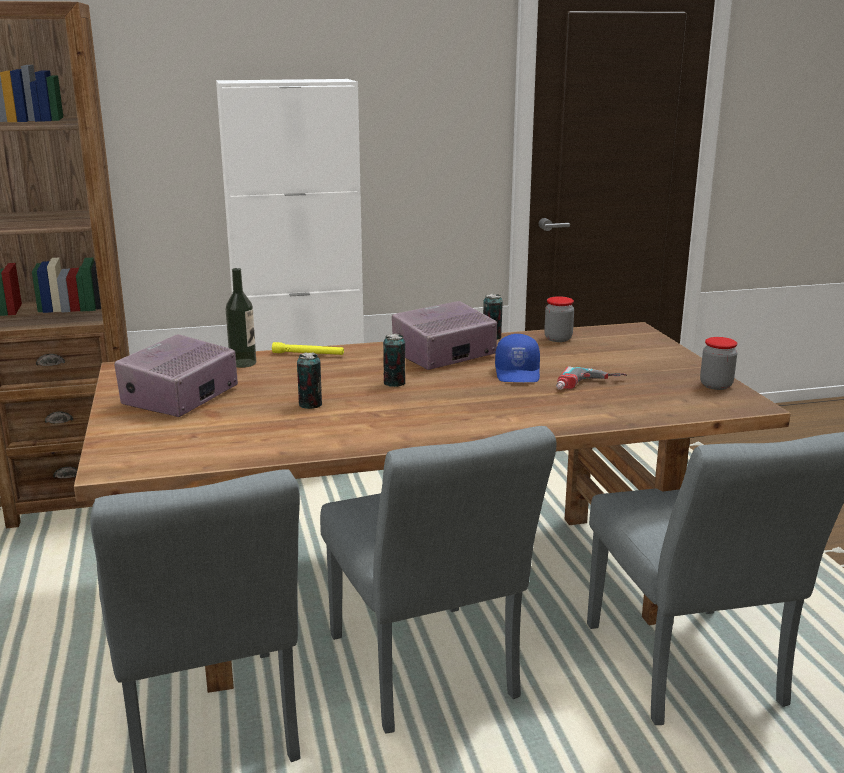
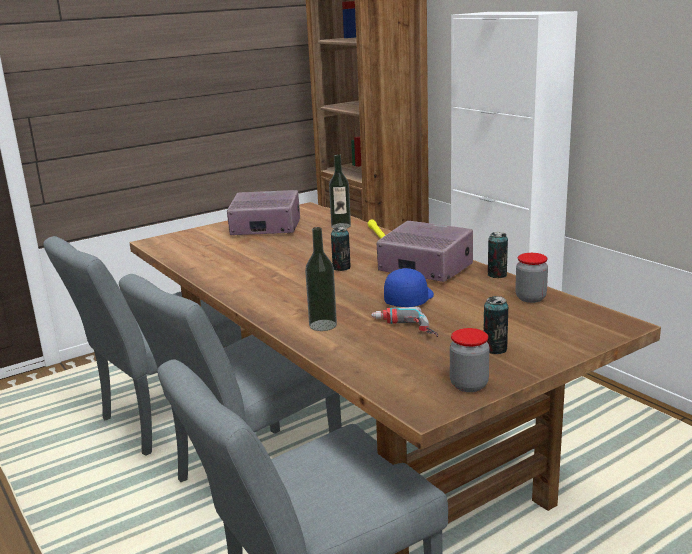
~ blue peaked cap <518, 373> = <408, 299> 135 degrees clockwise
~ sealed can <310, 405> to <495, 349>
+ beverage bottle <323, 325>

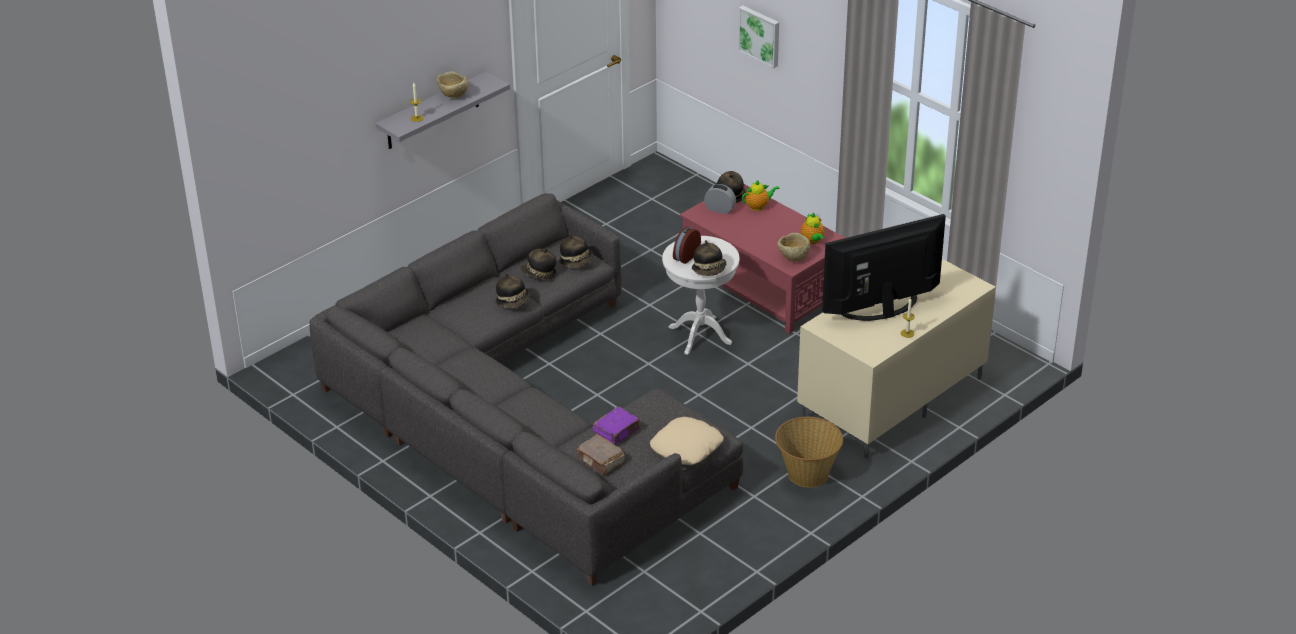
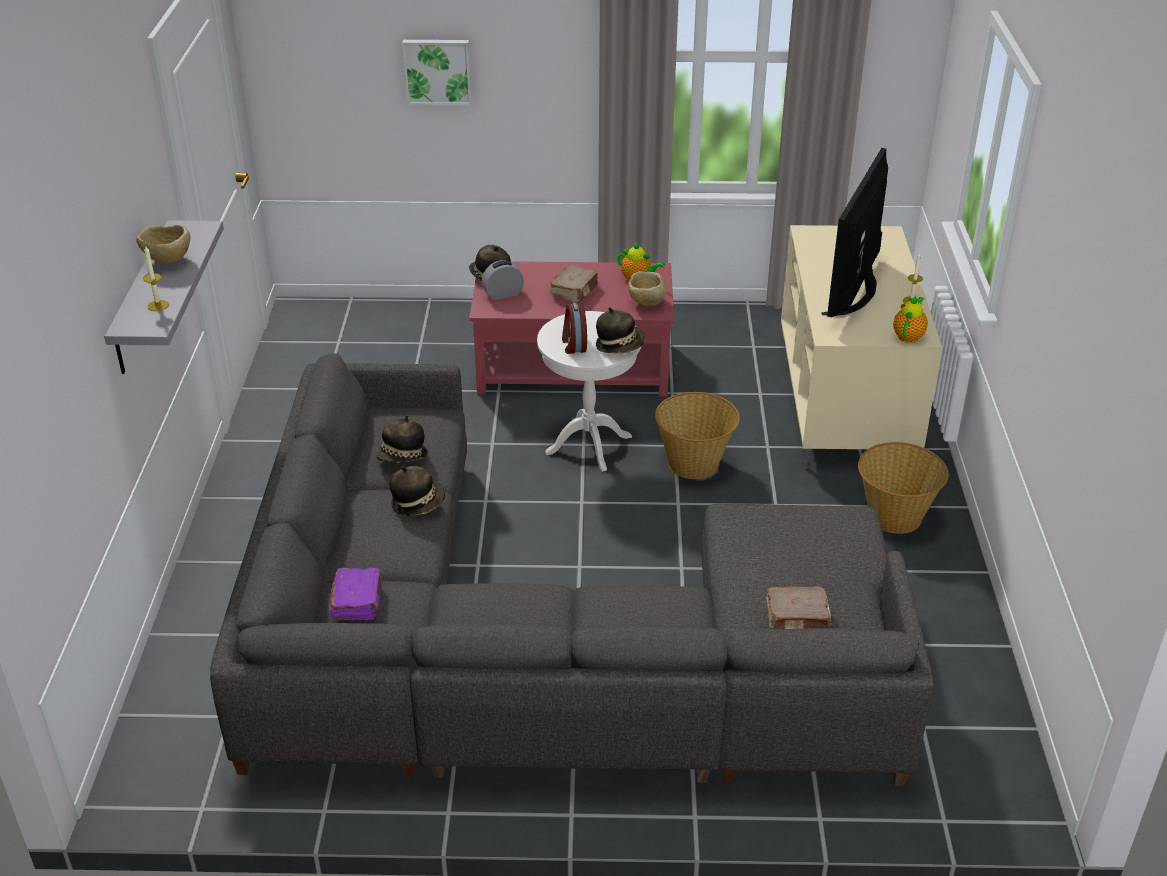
~ teapot <758, 206> to <909, 336>
- wearable hat <576, 261>
~ purple-coloured bound book <617, 432> to <358, 602>
- beige-coloured throw pillow <686, 447>
+ brown bound book <574, 291>
+ storage basket <694, 463>

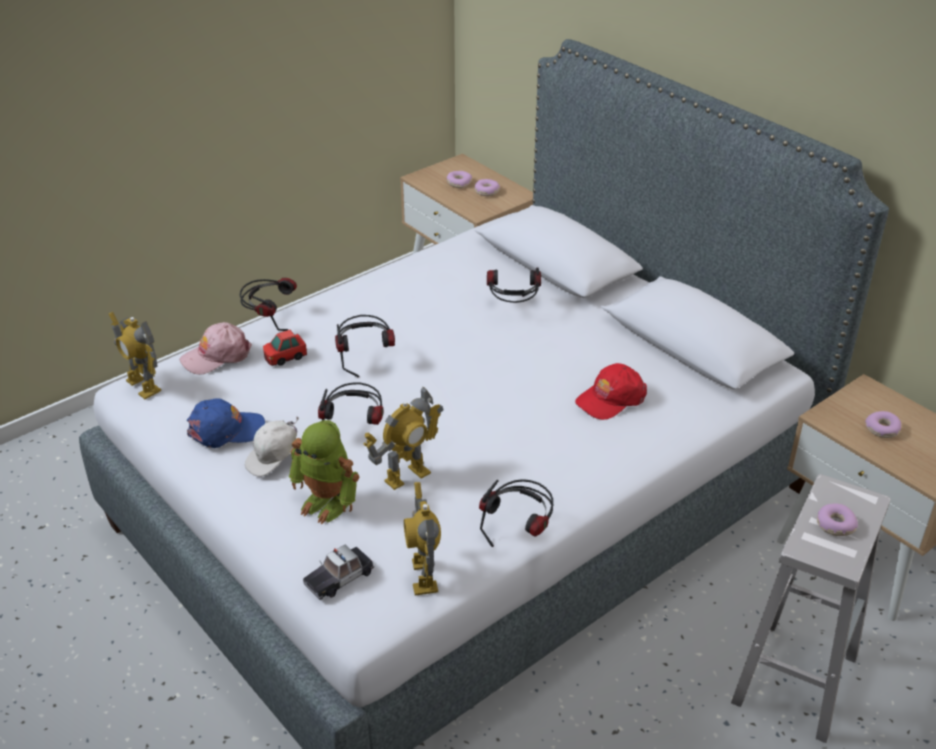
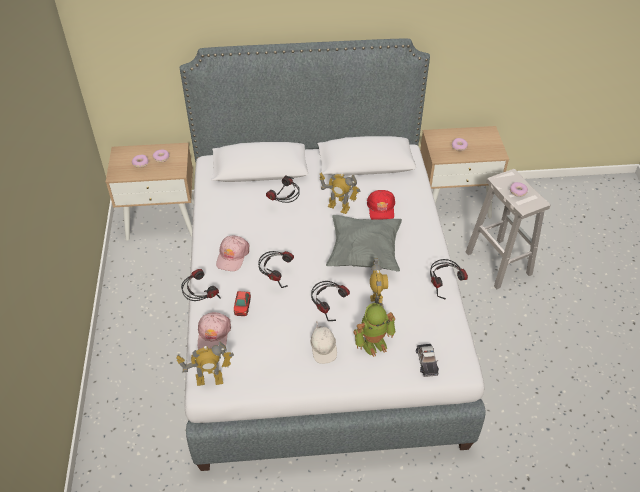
- blue peaked cap <226, 430>
~ robot figure <424, 576> to <338, 207>
+ greyish throw pillow <364, 253>
+ pink peaked cap <232, 256>

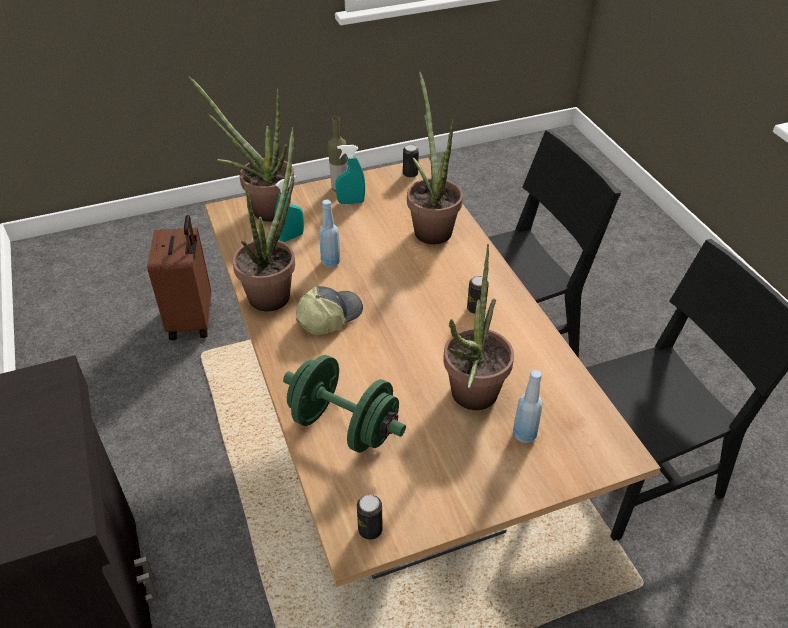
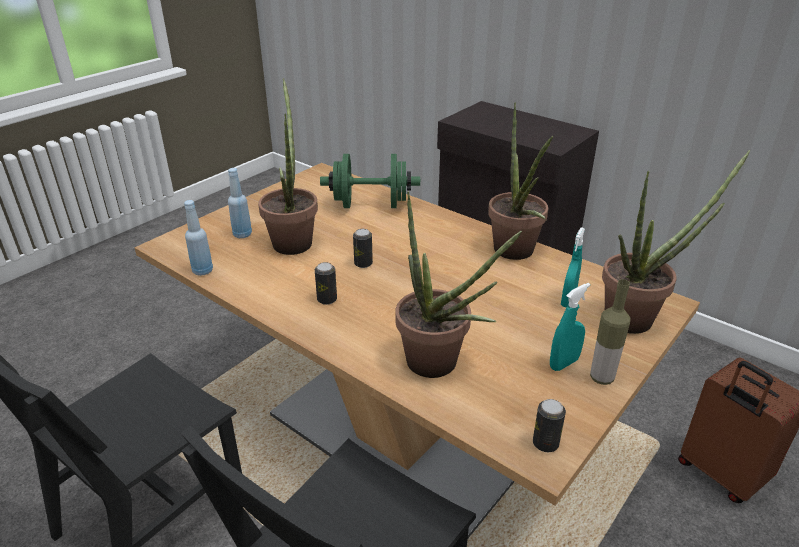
~ blue beverage bottle <330, 261> to <202, 271>
- peaked cap <328, 316>
~ sealed can <370, 529> to <363, 263>

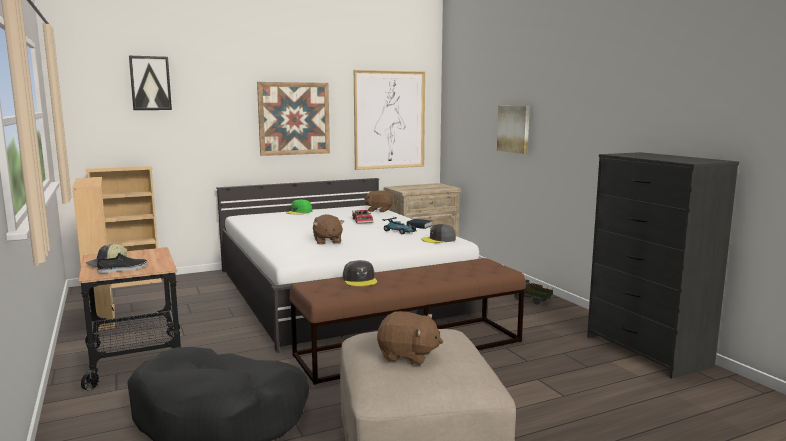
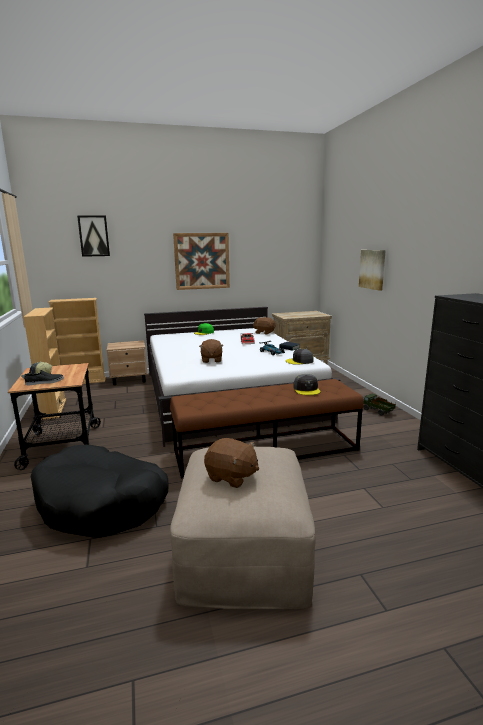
- wall art <389, 120>
~ greyish peaked cap <360, 280> to <306, 389>
+ beige-coloured bedside table <130, 380>

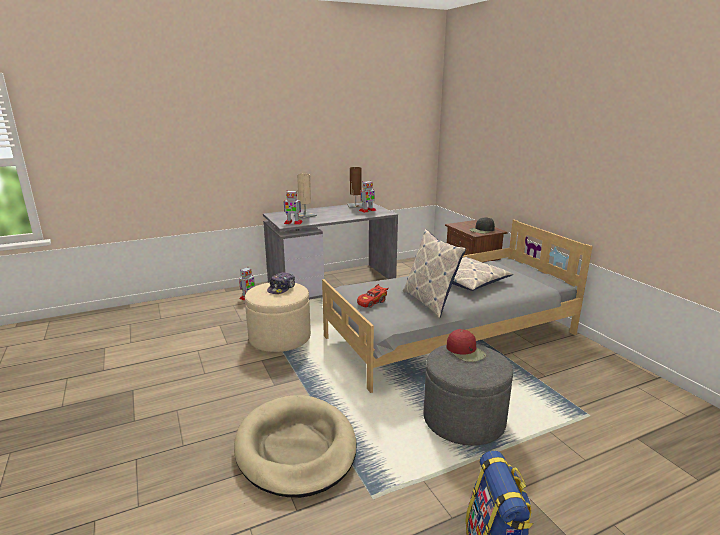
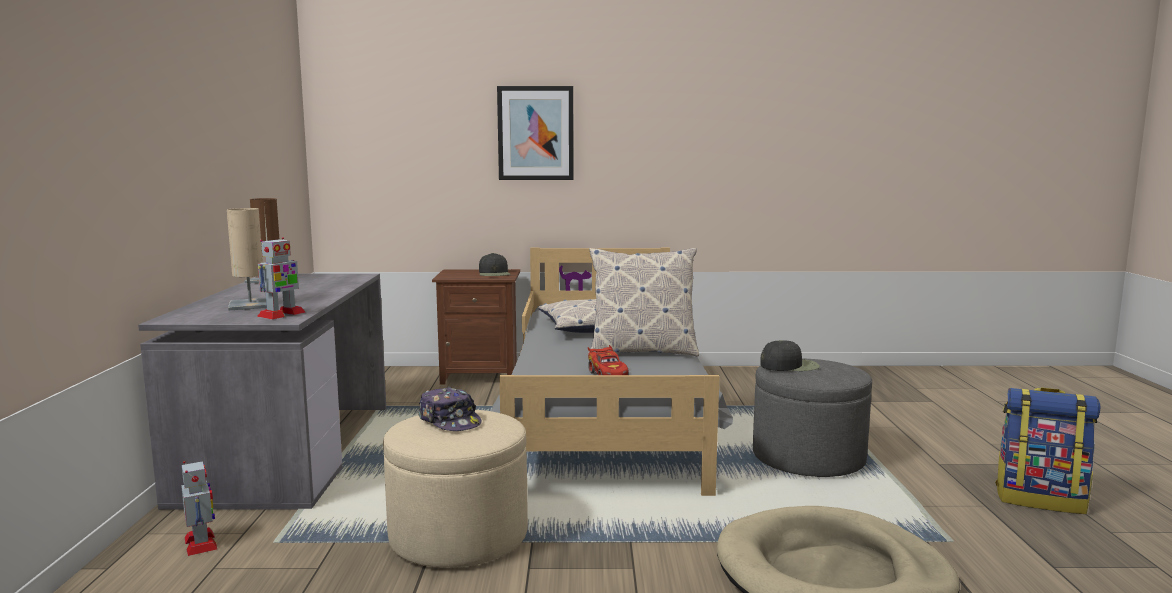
- robot figure <367, 210>
~ reddish peaked cap <465, 351> to black-coloured peaked cap <790, 365>
+ wall art <535, 133>

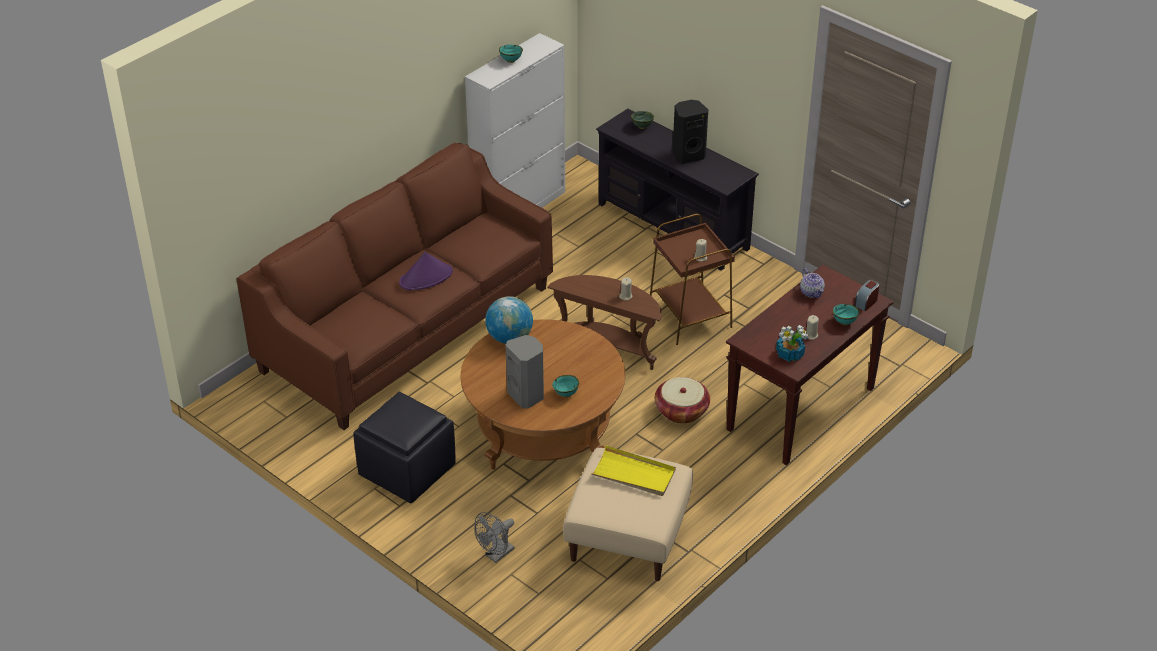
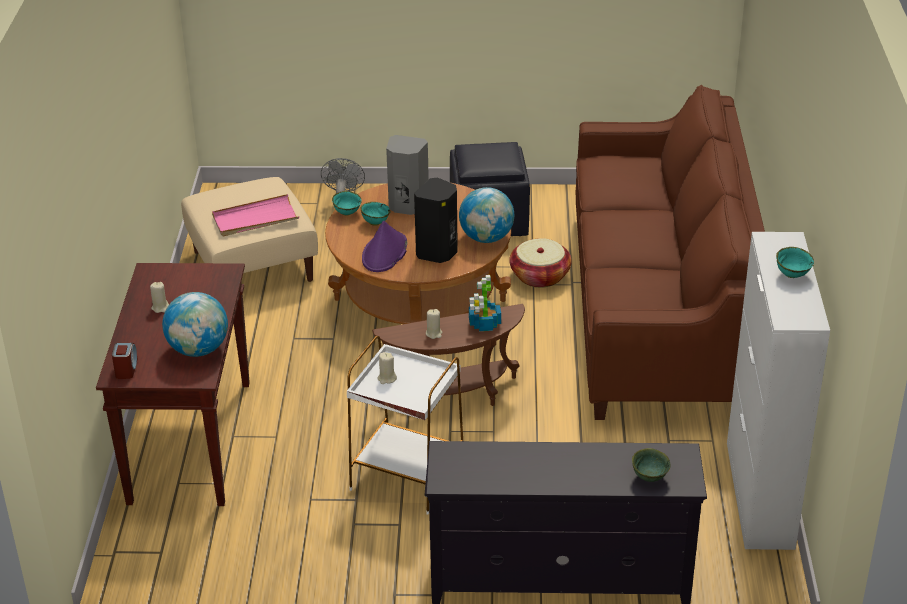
~ black-coloured speaker <688, 155> to <438, 253>
~ brown end table <690, 317> to white-coloured end table <408, 475>
~ purple-coloured wearable hat <426, 277> to <384, 253>
~ teapot <812, 292> to world globe <198, 350>
~ turquoise deep dish <844, 322> to <347, 213>
~ plant in a pot <790, 354> to <484, 324>
~ storage basket <681, 411> to <540, 276>
~ yellowish serving tray <633, 474> to pink serving tray <255, 219>

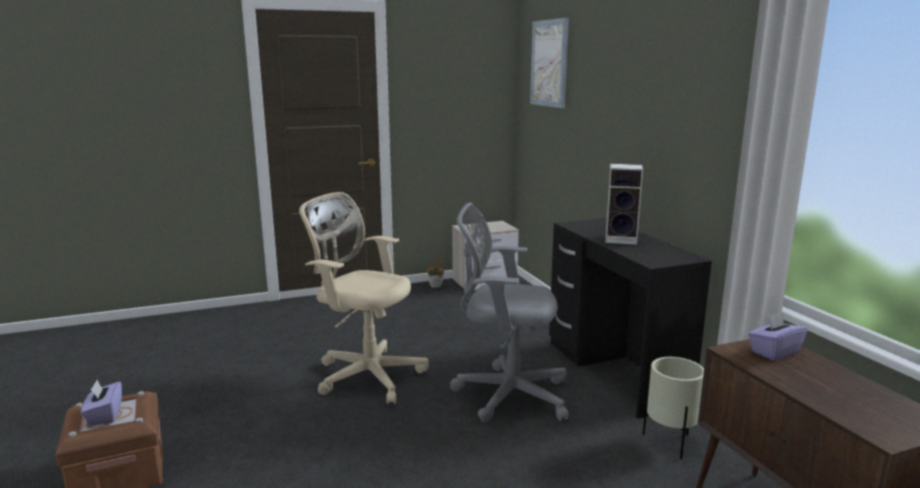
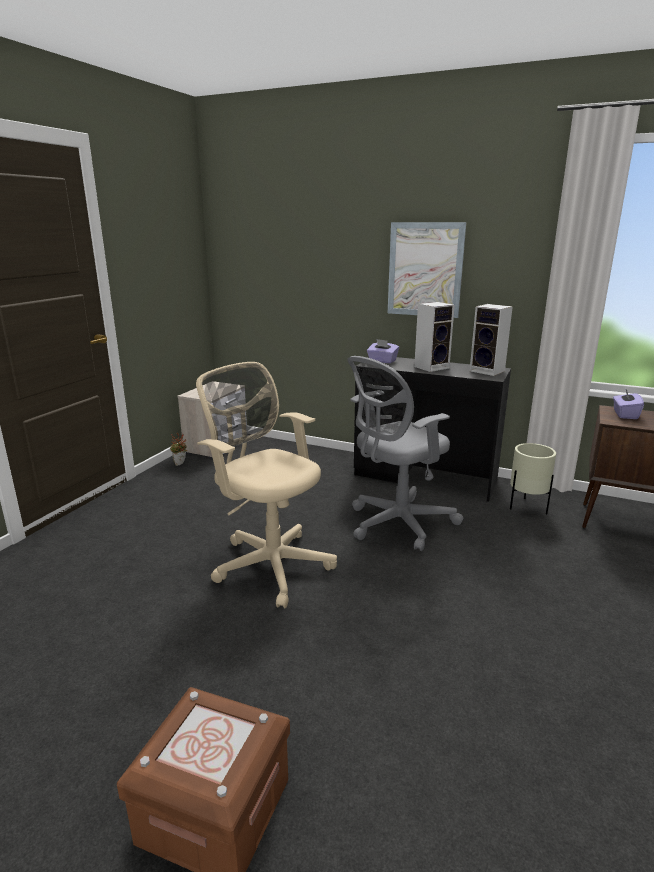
~ wall art <549, 63> to <425, 270>
~ beige-coloured office chair <366, 375> = <270, 563> 60 degrees clockwise
~ purple-coloured tissue holder <104, 415> to <382, 361>
+ speaker <488, 371>

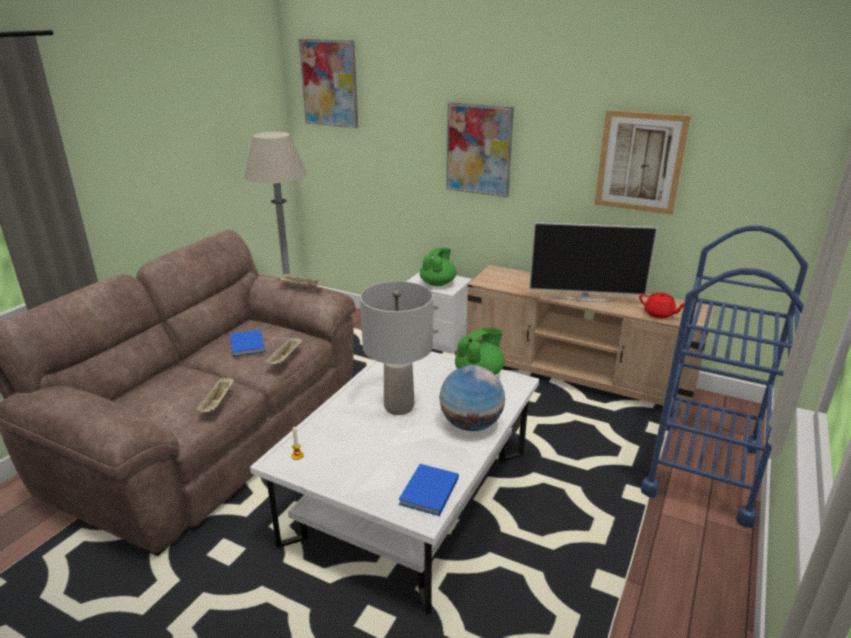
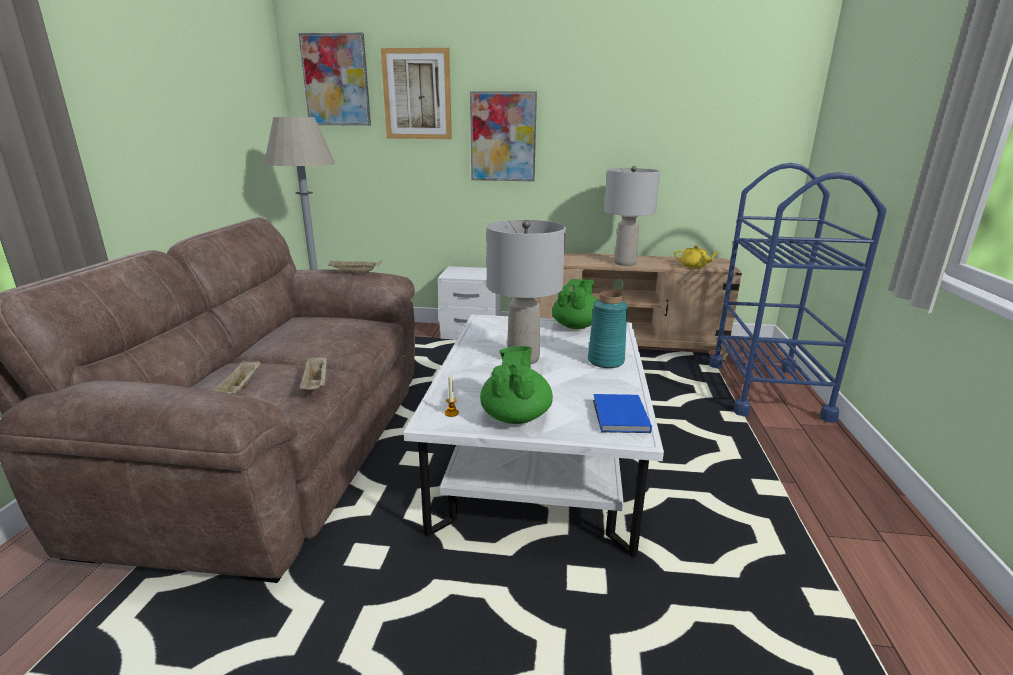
~ wall art <640, 162> to <417, 94>
~ television <585, 299> to greyish tabletop lamp <625, 263>
~ greenish teapot <438, 283> to <515, 416>
~ reddish teapot <659, 314> to yellowish teapot <694, 266>
- blue bound book <248, 344>
~ beige-coloured serving tray <285, 359> to <240, 390>
~ world globe <470, 424> to turquoise vase <605, 361>

